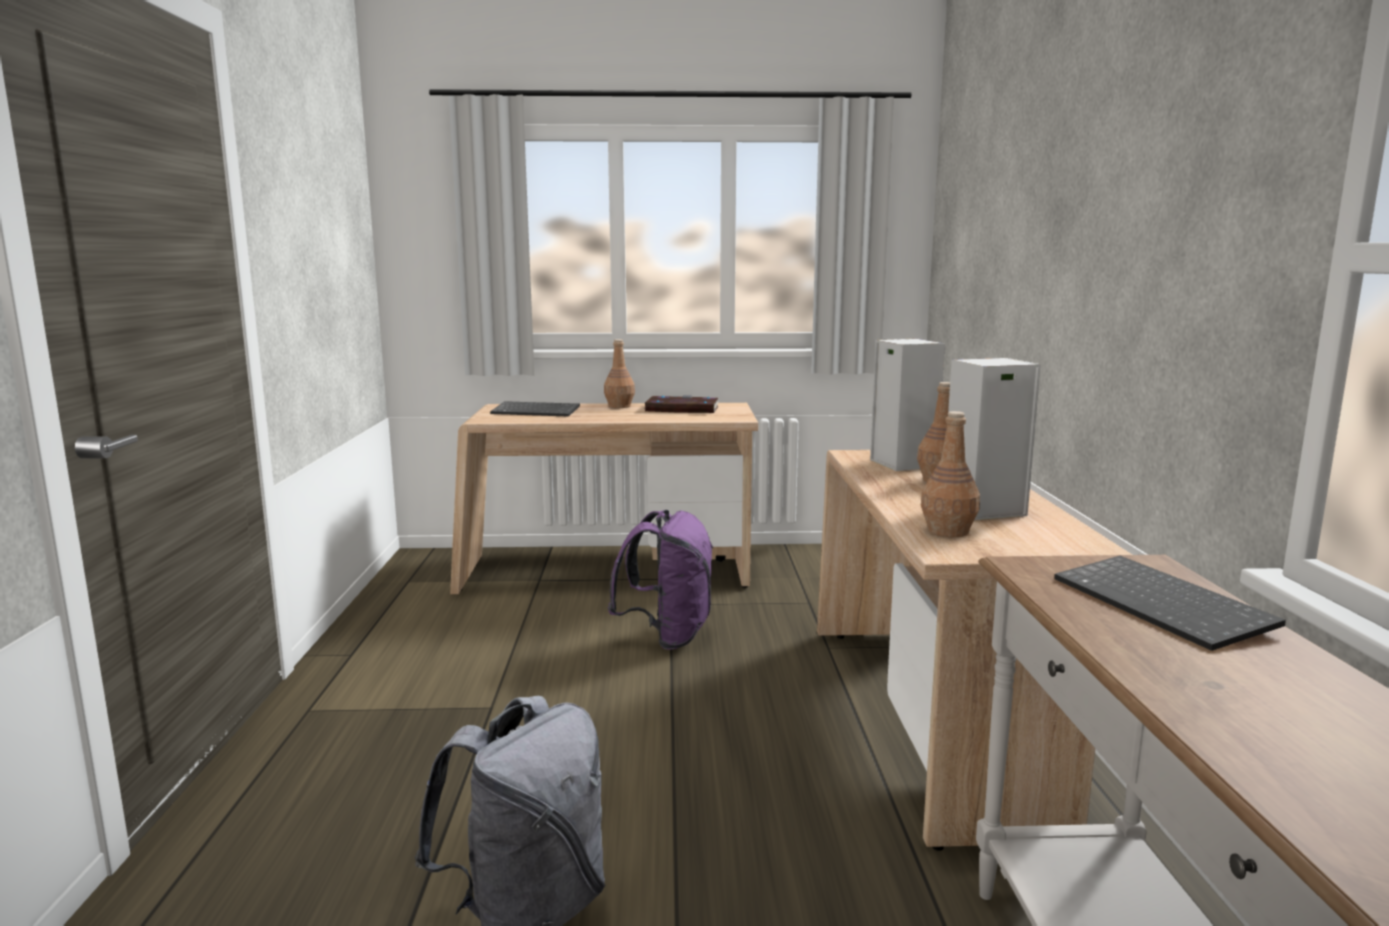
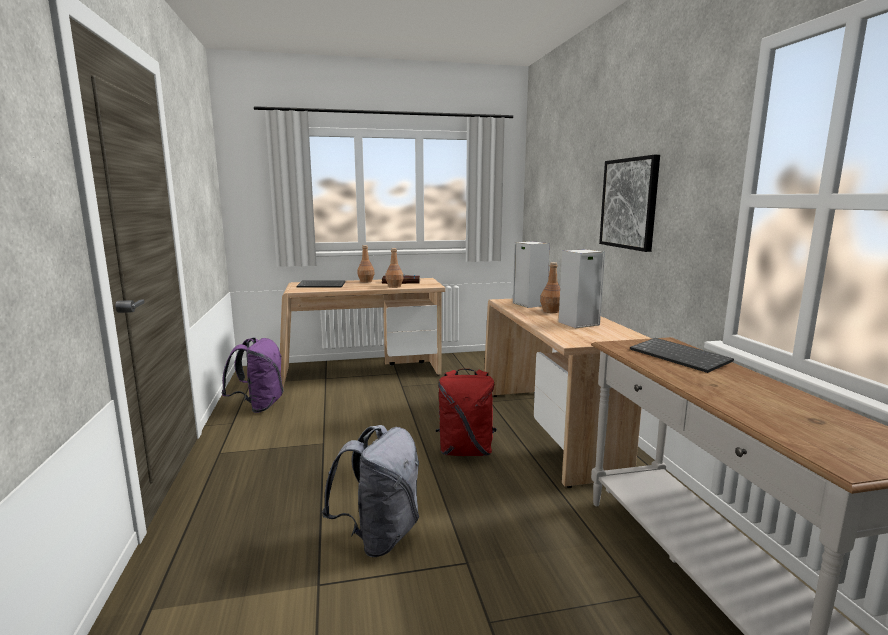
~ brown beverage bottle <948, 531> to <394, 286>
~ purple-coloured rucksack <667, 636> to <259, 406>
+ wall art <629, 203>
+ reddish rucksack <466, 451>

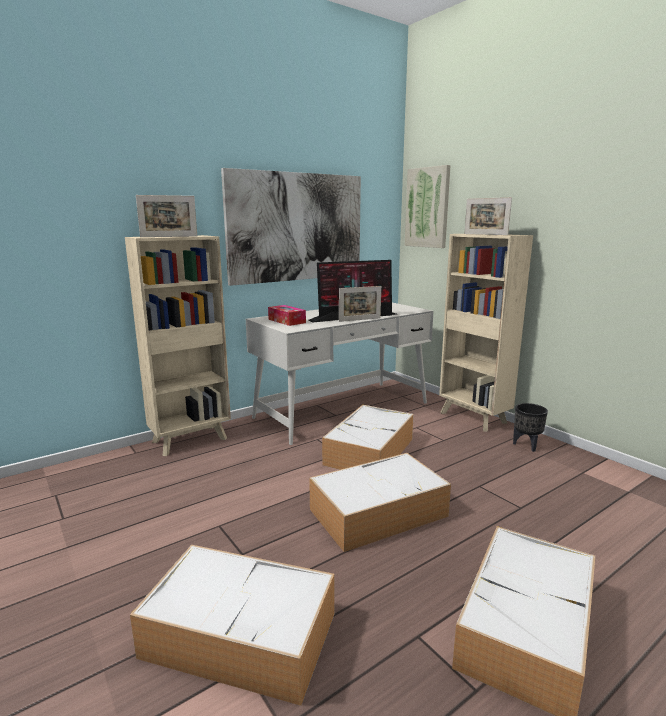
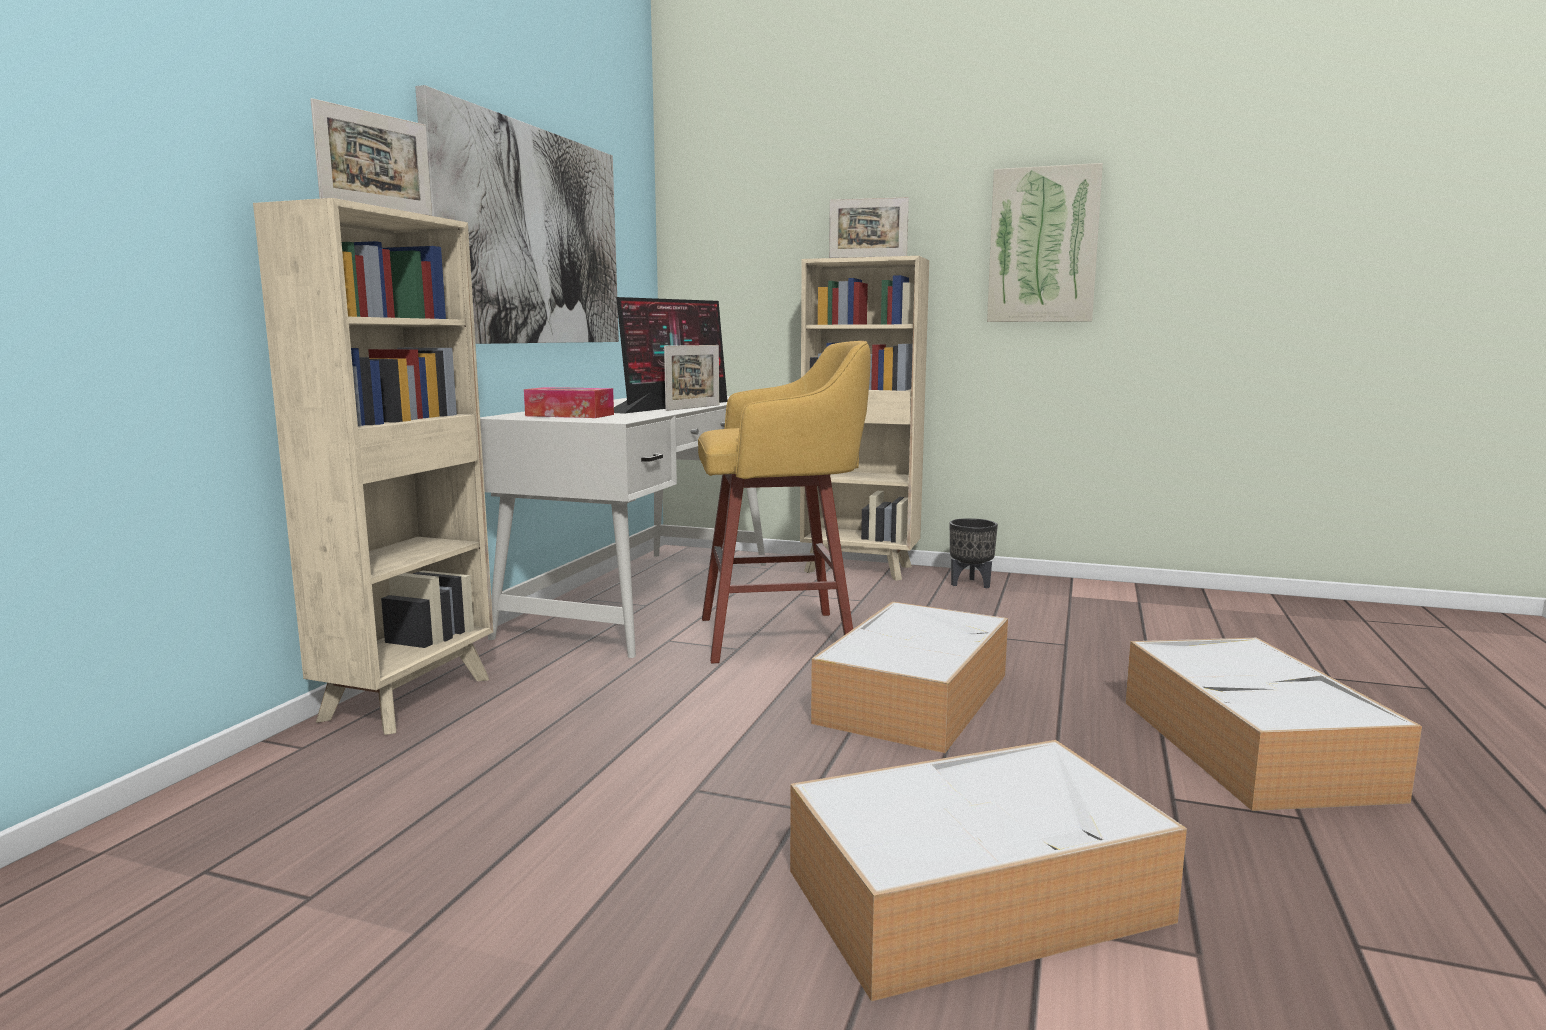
~ wall art <427, 207> to <1043, 245>
~ storage box <369, 452> to yellowish stool <781, 636>

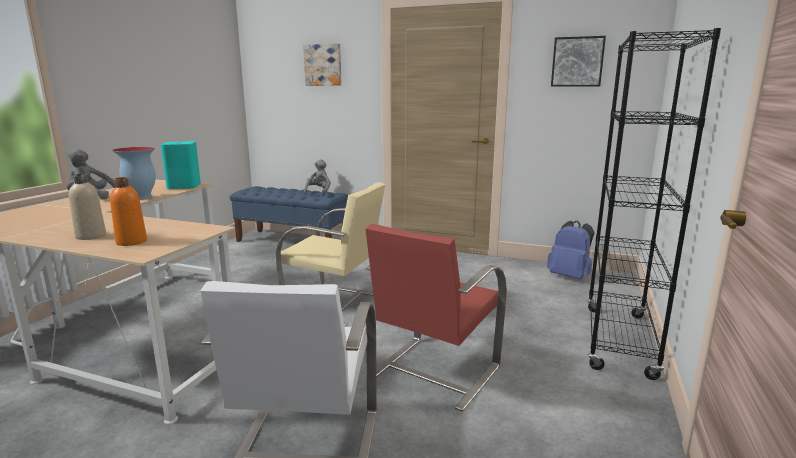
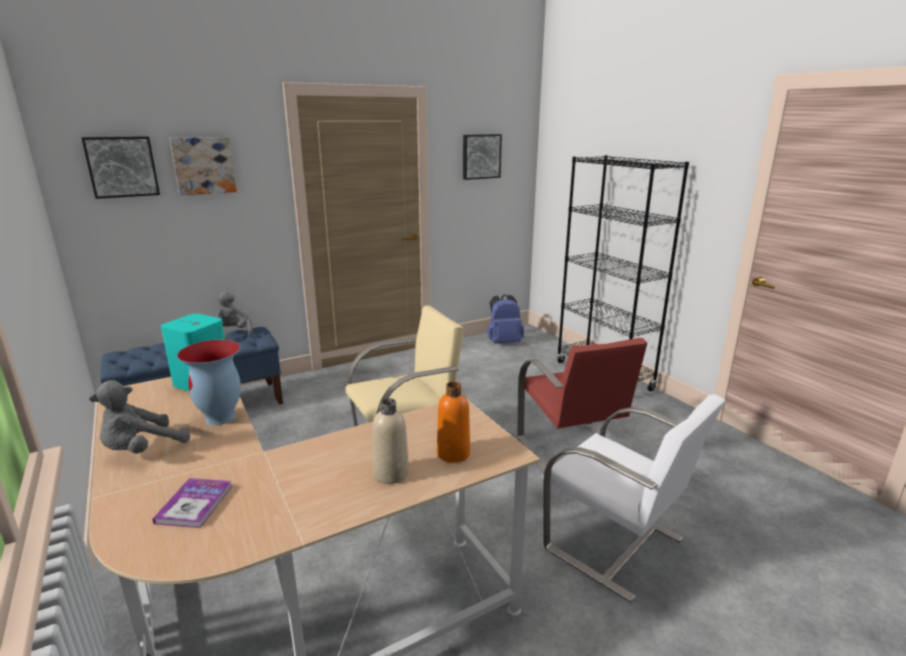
+ wall art <122, 167>
+ bound book <195, 504>

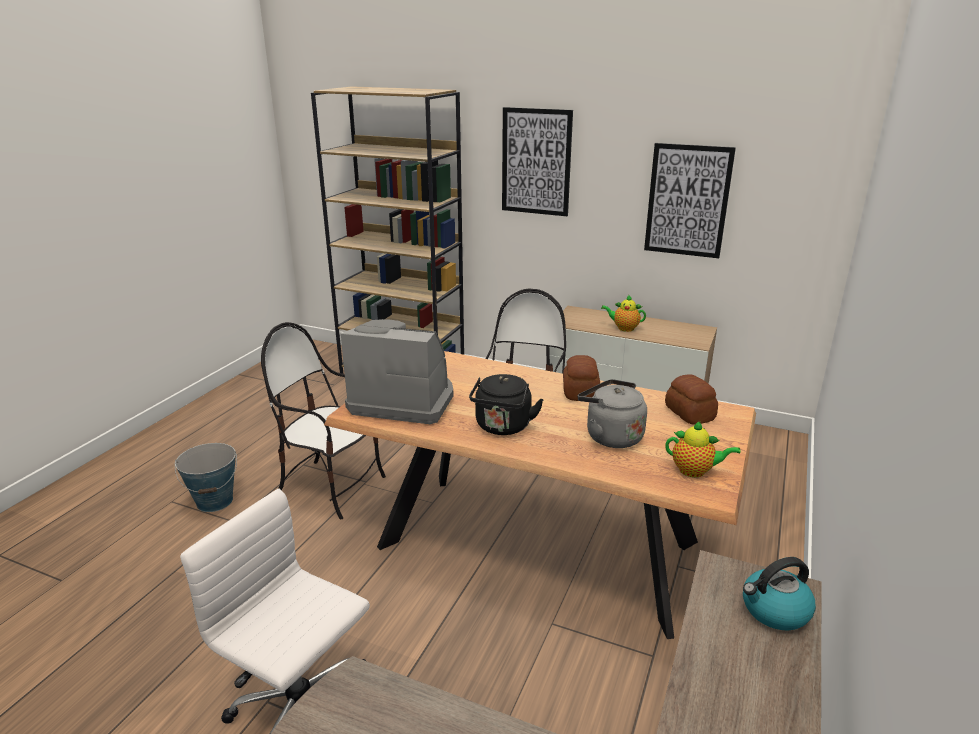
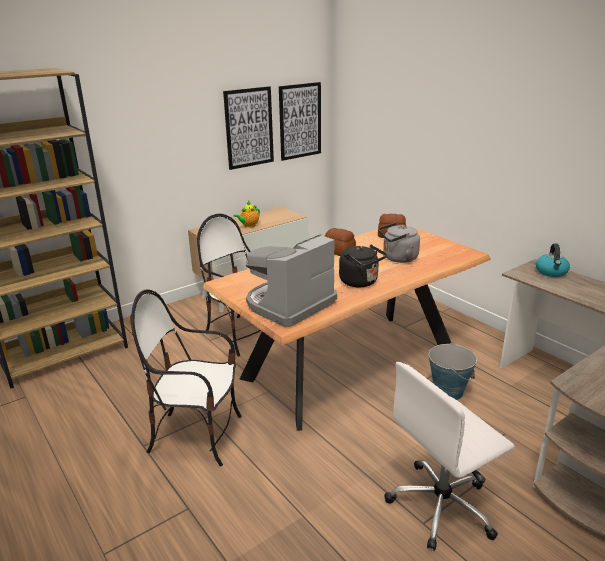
~ wall art <536, 162> to <300, 121>
~ chair <332, 487> = <197, 436> 45 degrees clockwise
- teapot <695, 471>
~ bucket <215, 501> to <448, 392>

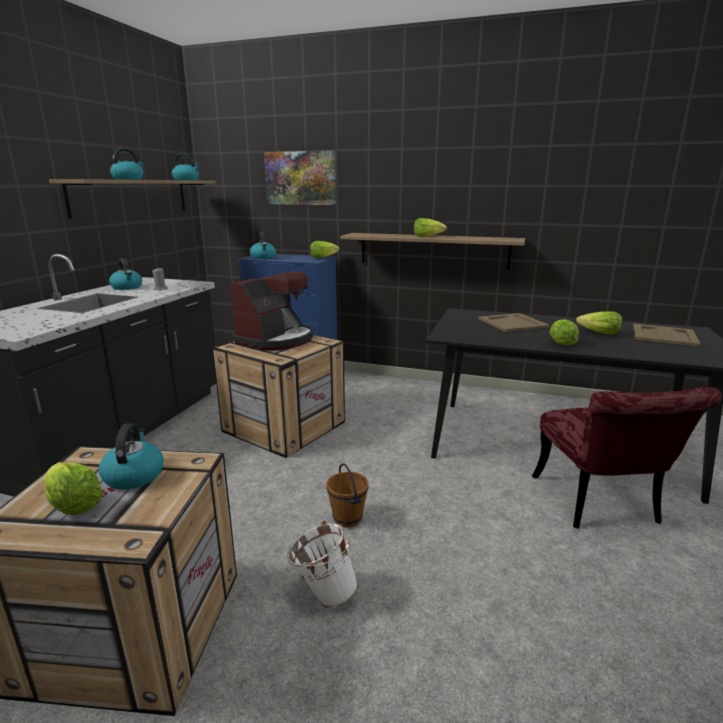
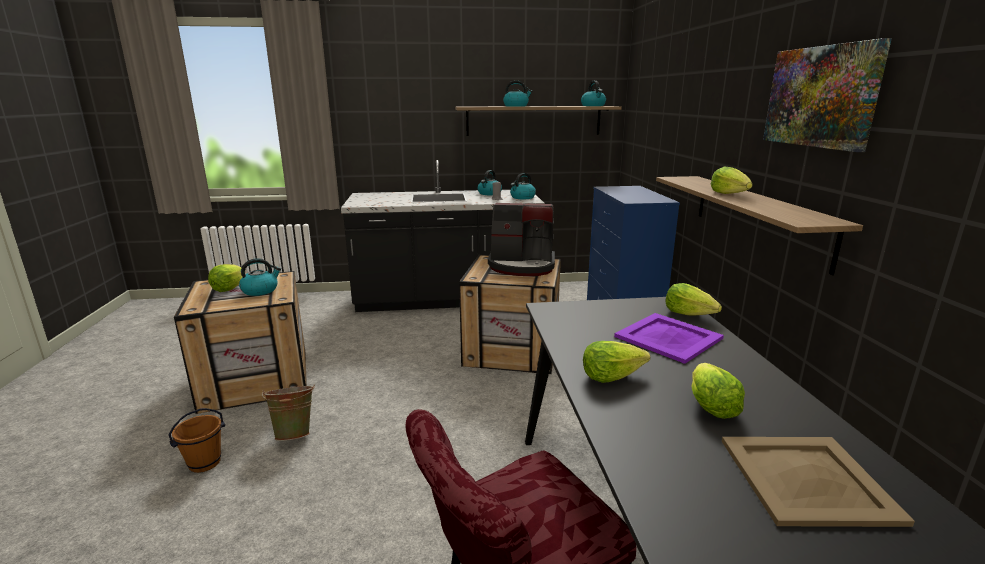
~ wall art <300, 178> to <821, 97>
~ water kettle <263, 257> to <522, 197>
~ lettuce <323, 257> to <689, 314>
~ beige-coloured serving tray <512, 323> to purple-coloured serving tray <669, 337>
~ brown bucket <347, 518> to <204, 463>
~ white-coloured bucket <323, 594> to greenish bucket <295, 433>

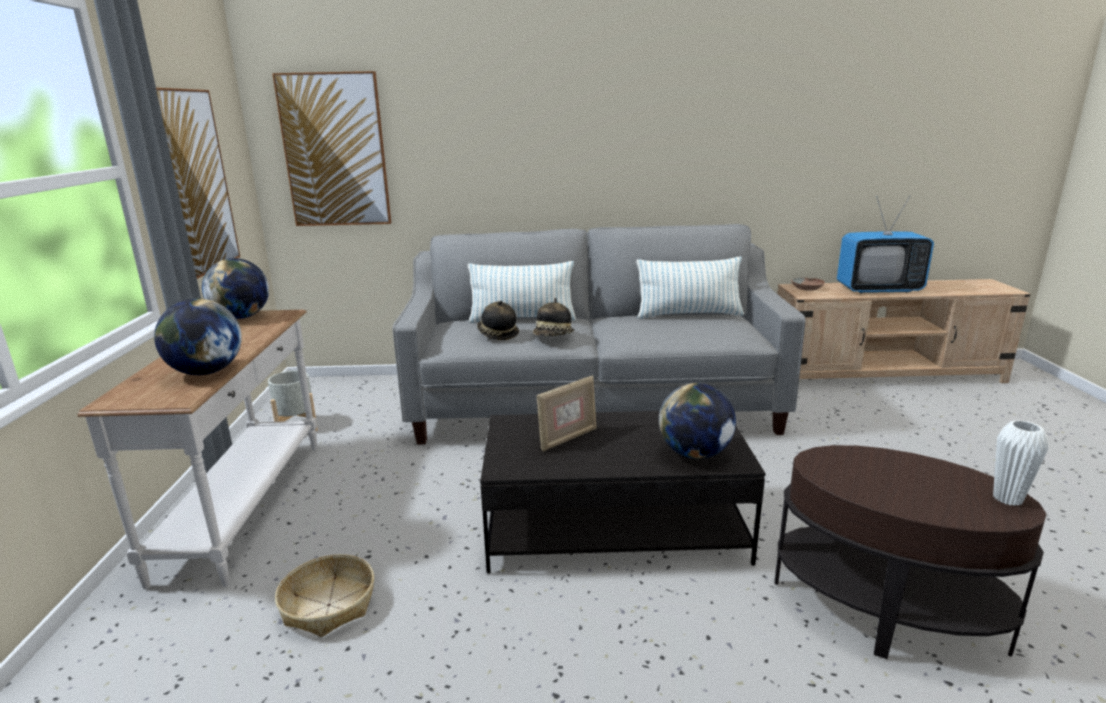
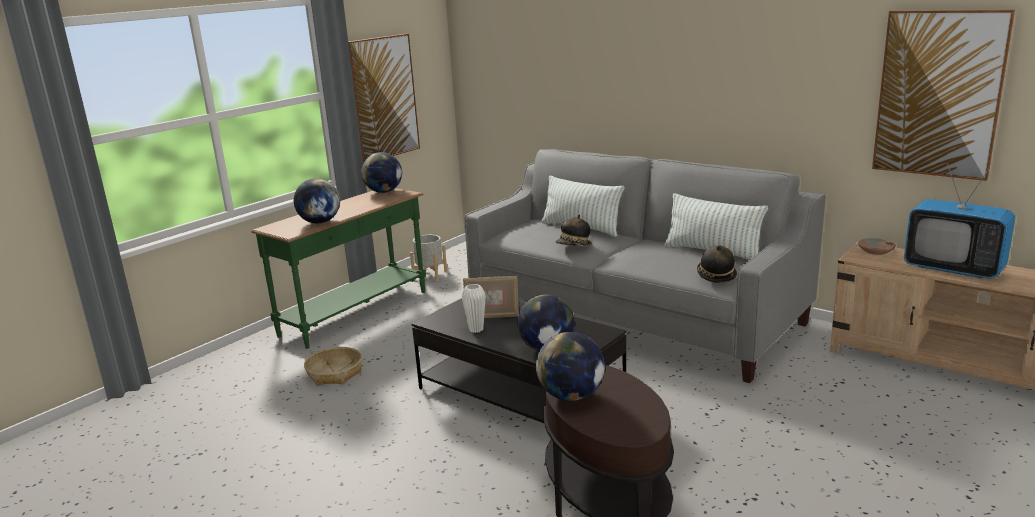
~ wall art <335, 151> to <939, 94>
~ wearable hat <497, 334> to <716, 276>
~ white-coloured narrow table <247, 506> to greenish narrow table <356, 313>
~ white-coloured vase <1007, 499> to <476, 329>
+ world globe <571, 396>

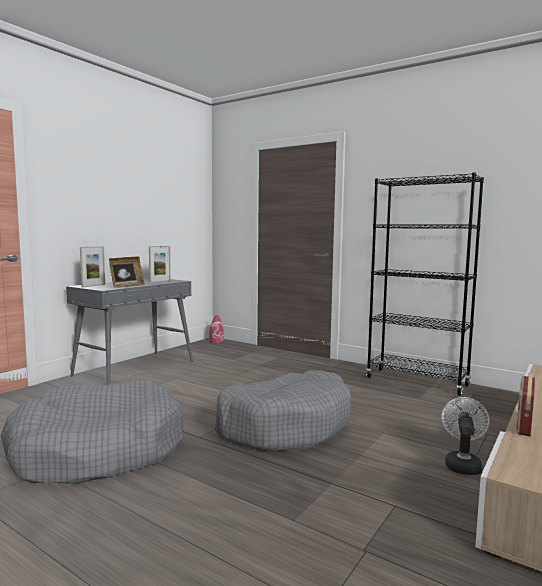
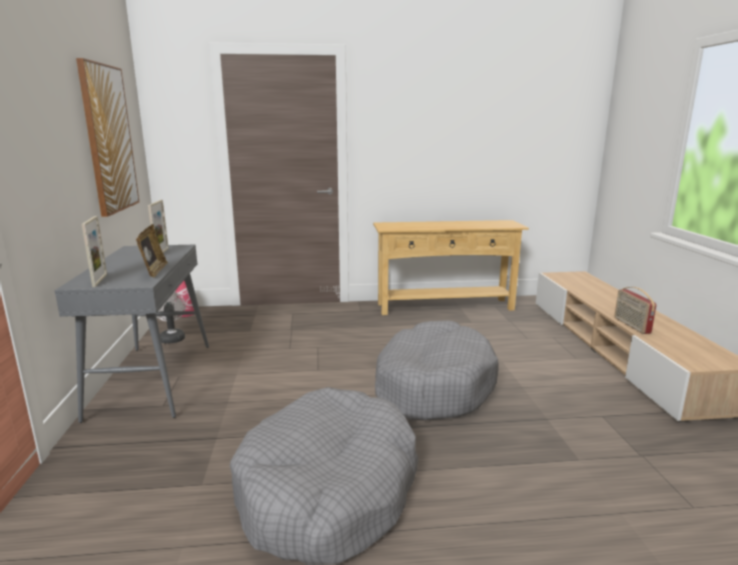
~ black-coloured bookcase <417, 382> to beige-coloured narrow table <445, 306>
~ white-coloured electric fan <462, 464> to <172, 337>
+ wall art <108, 139>

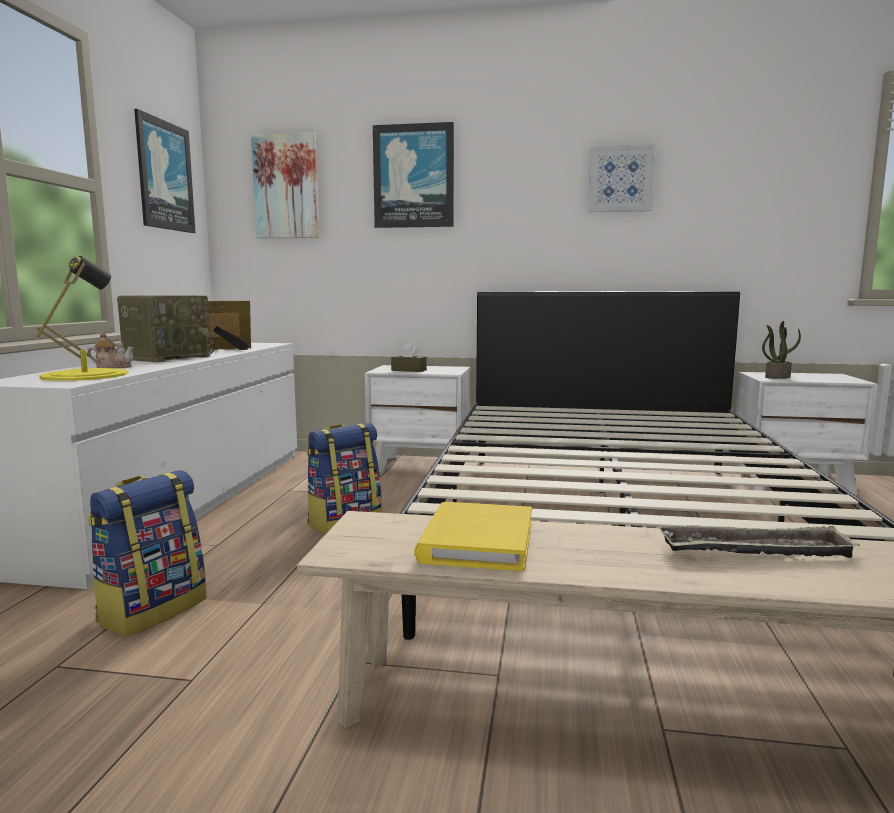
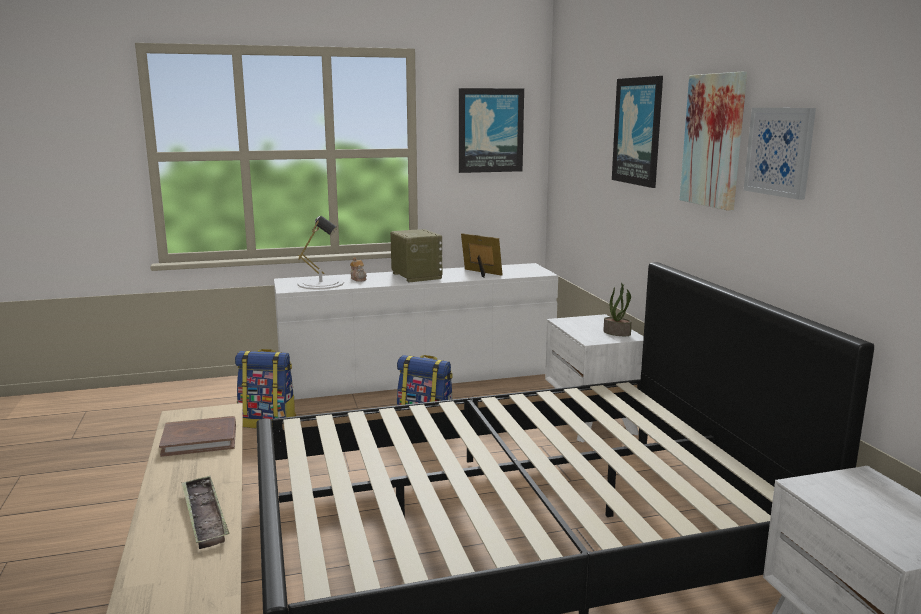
~ wall art <286, 187> to <714, 140>
~ yellowish tabletop lamp <85, 375> to white-coloured tabletop lamp <321, 284>
~ radio set <168, 358> = <415, 276> 120 degrees counterclockwise
~ plant in a pot <777, 377> to <617, 333>
- brown tissue holder <409, 370>
~ yellowish bound book <477, 542> to brown bound book <200, 440>

